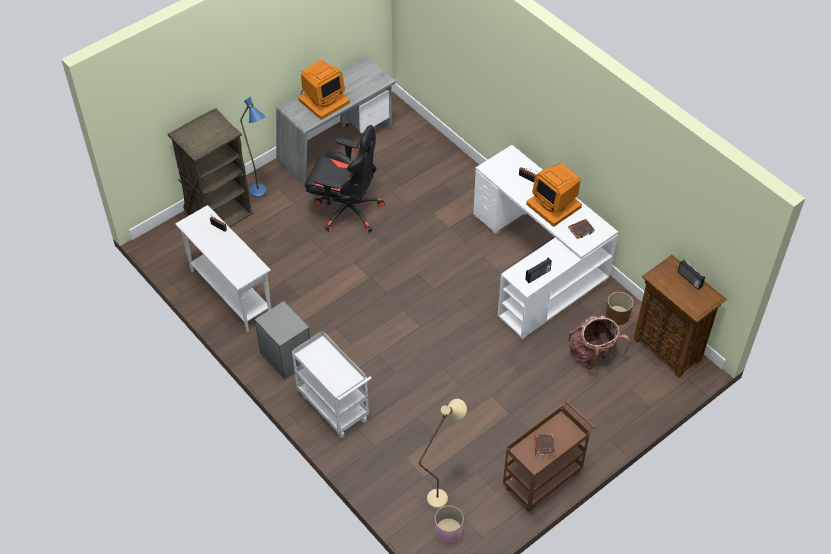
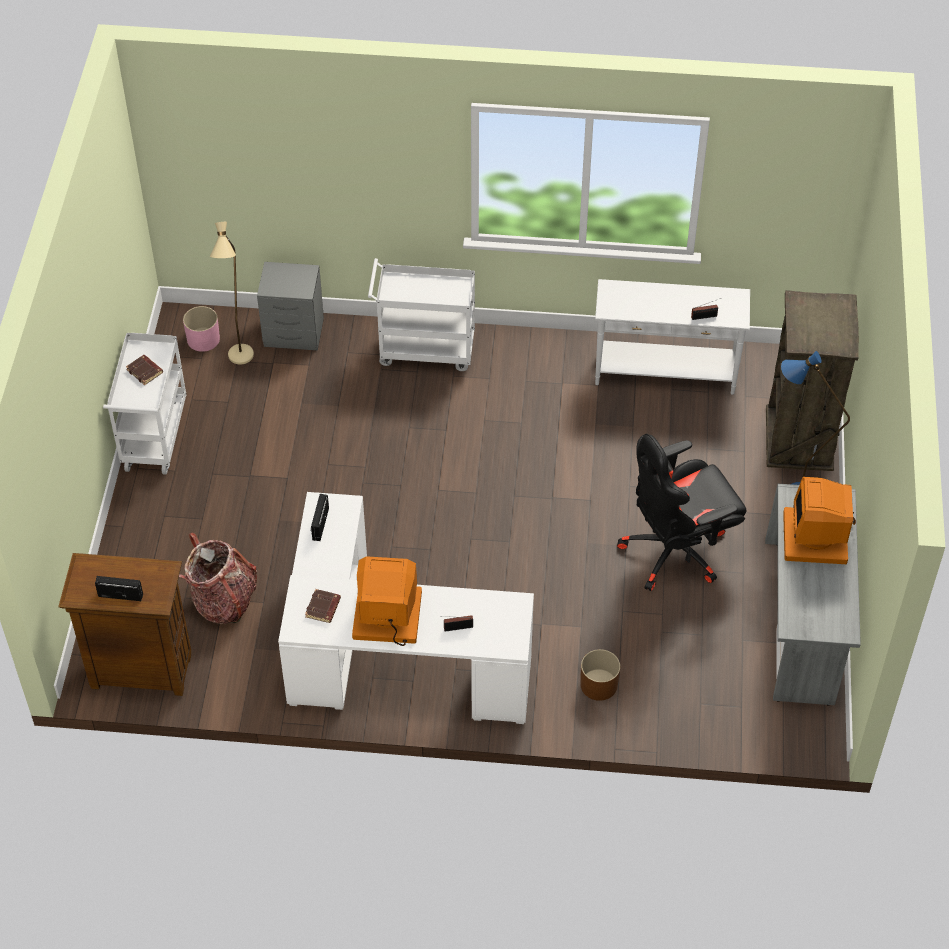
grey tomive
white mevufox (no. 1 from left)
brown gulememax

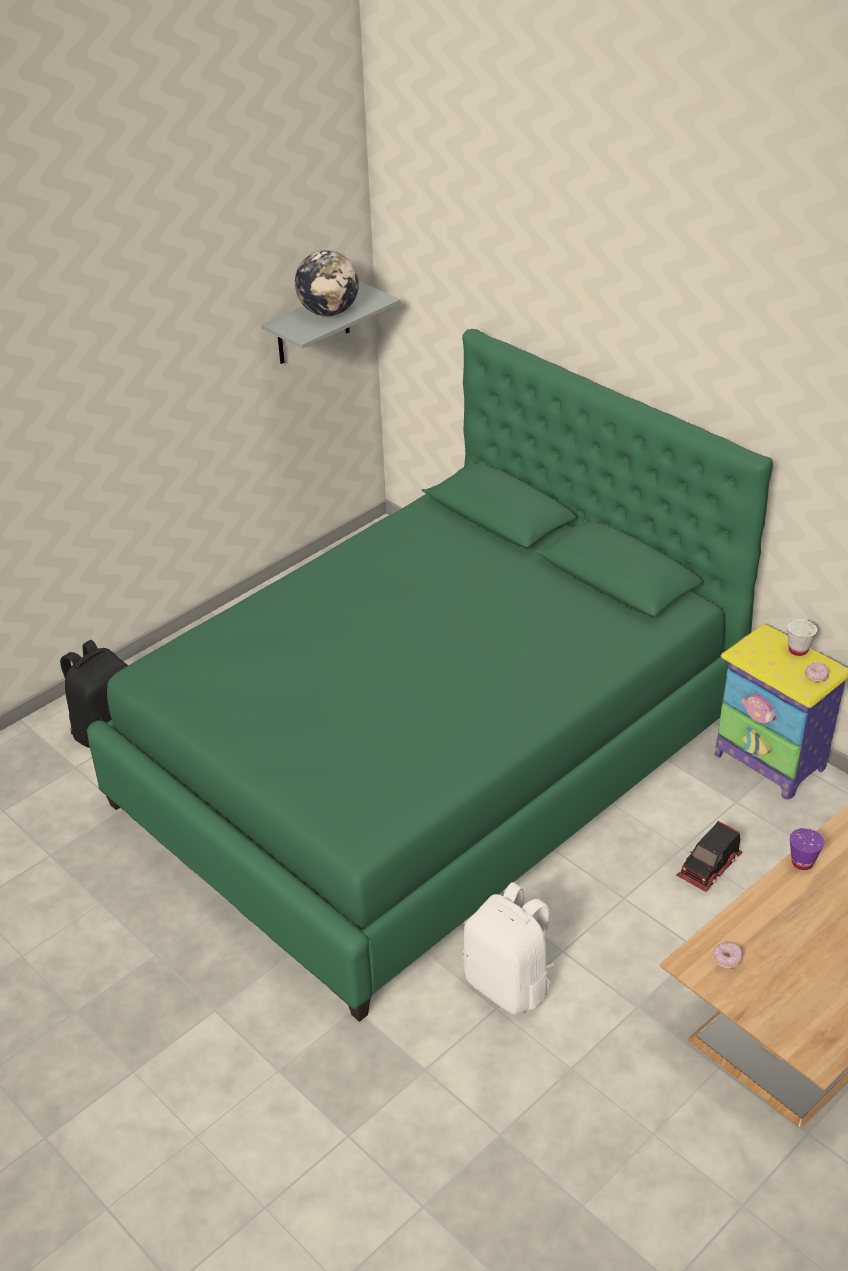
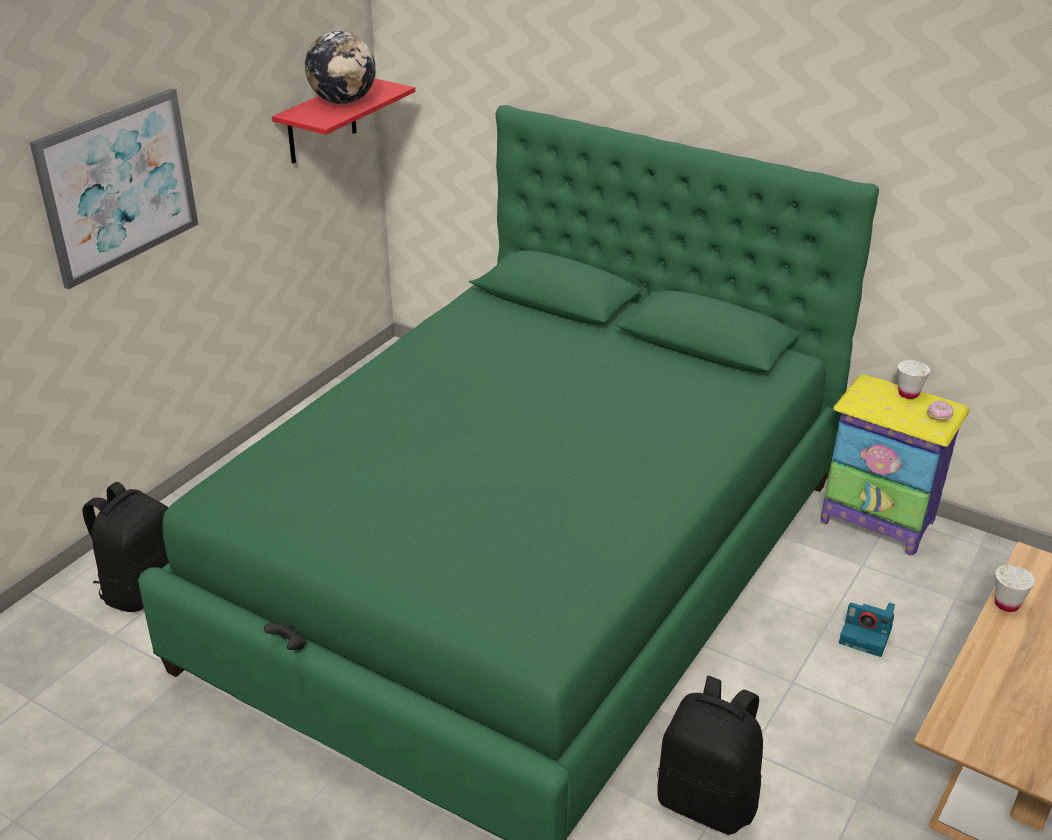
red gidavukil
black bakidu (no. 2 from left)
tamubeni
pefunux (no. 1 from left in the first image)
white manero (no. 2 from left)
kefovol
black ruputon

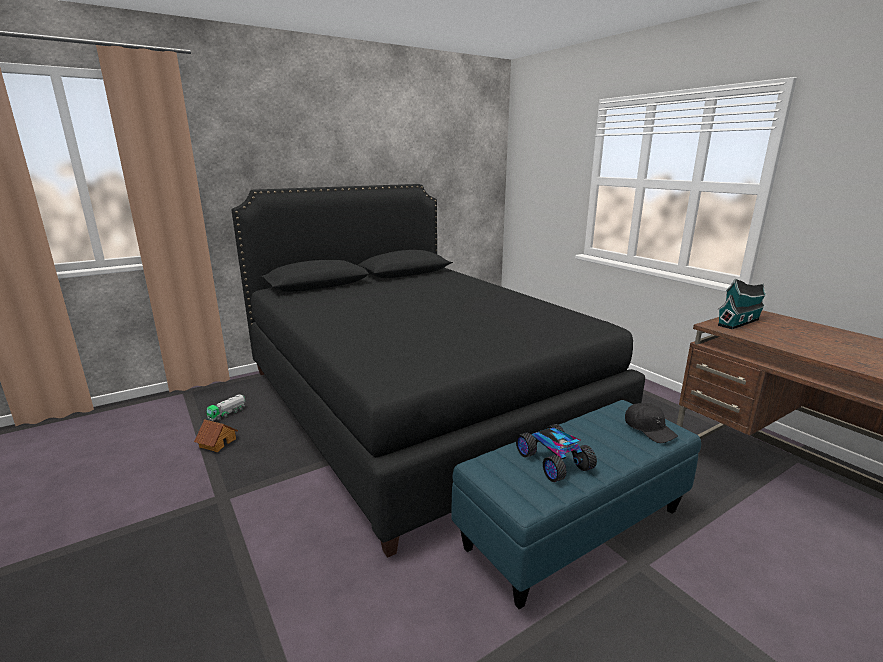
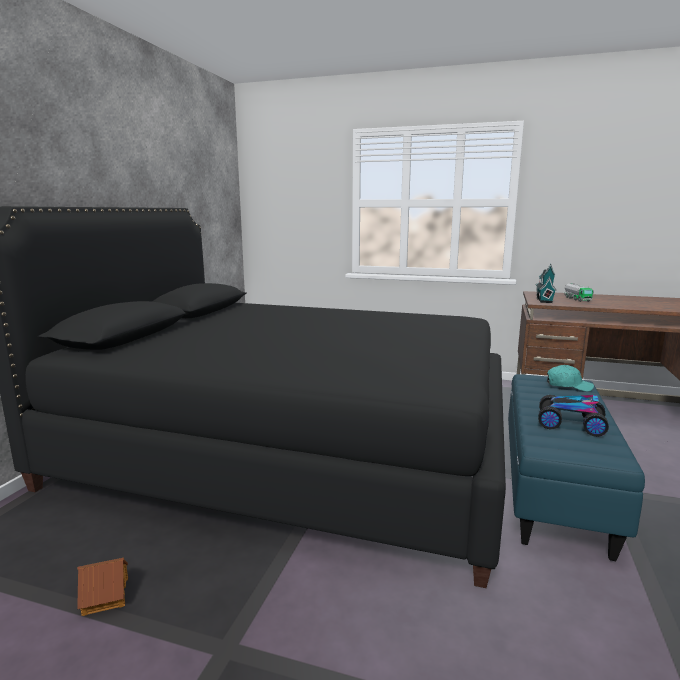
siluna
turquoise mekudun

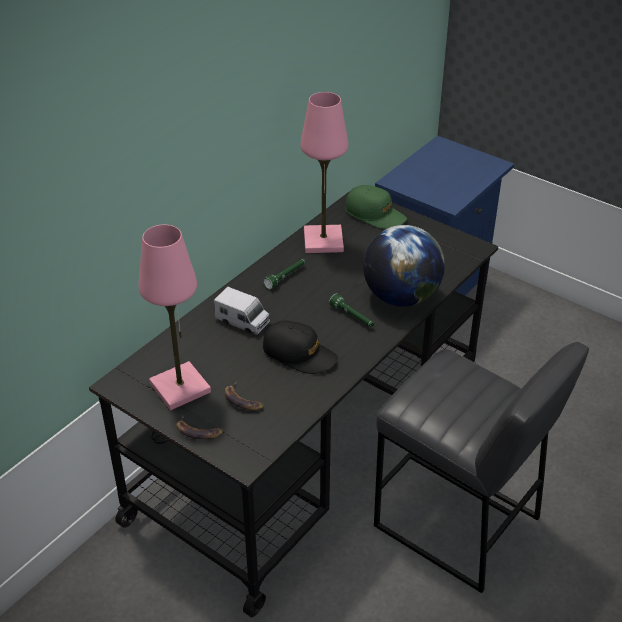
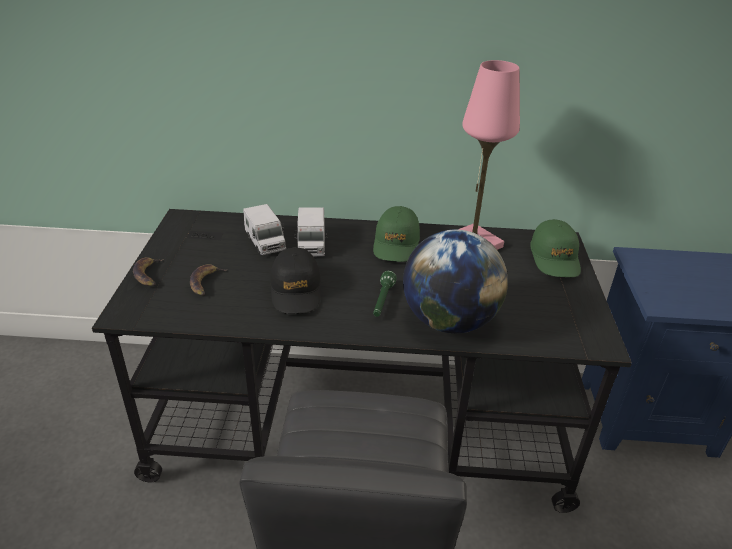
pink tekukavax (no. 1 from left in the first image)
green mekudun (no. 1 from left)
siluna (no. 1 from left)

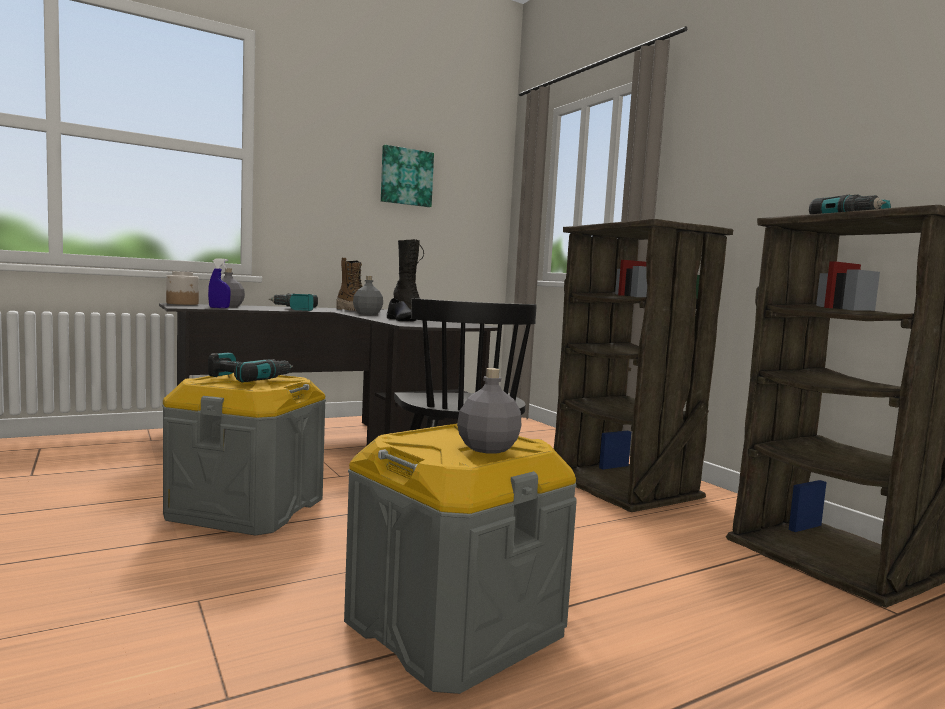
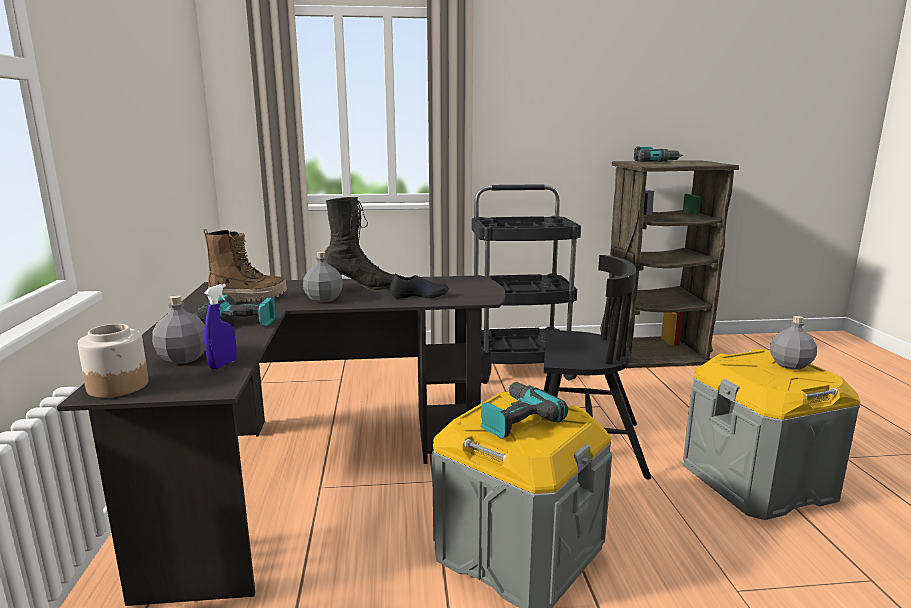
kefovol
black mevufox

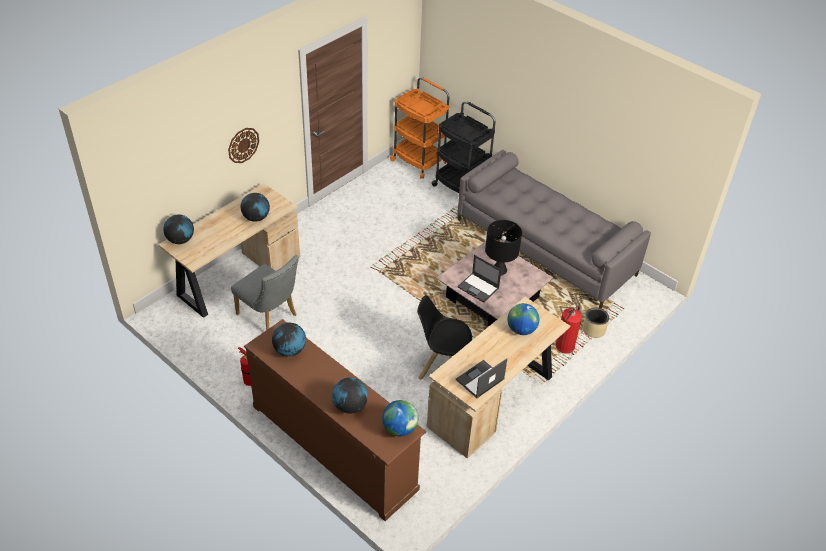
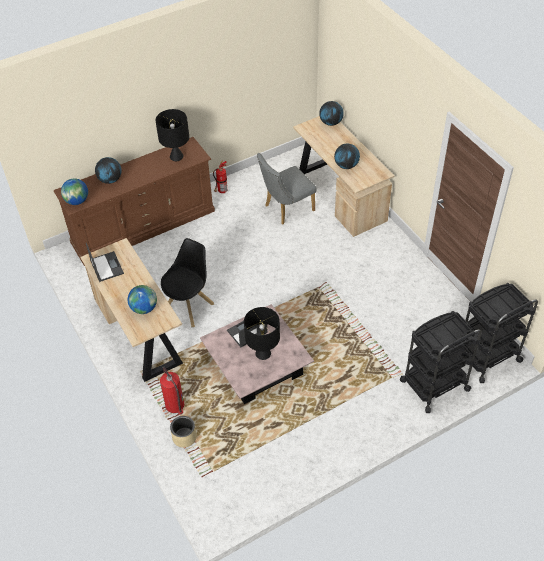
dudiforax
black tekukavax (no. 1 from left)
black mevufox (no. 2 from left)
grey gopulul

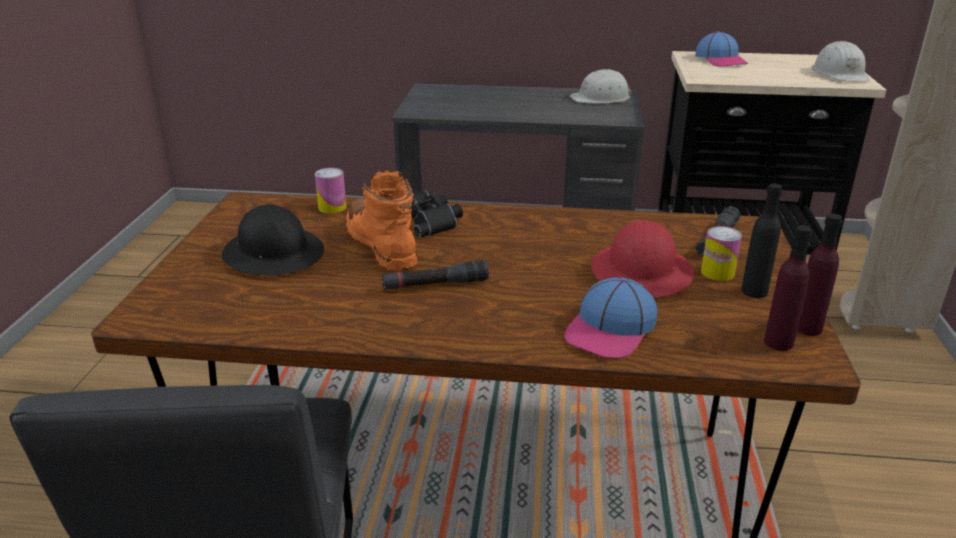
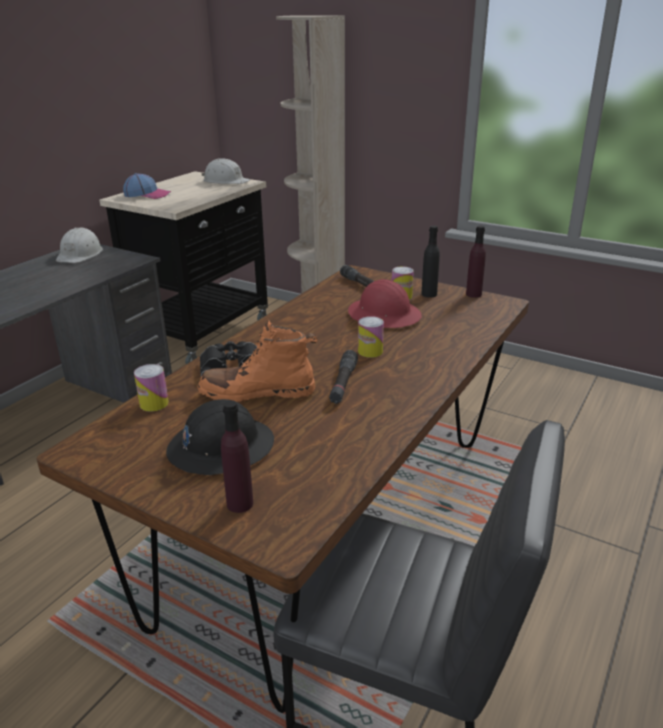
mekudun (no. 1 from left in the first image)
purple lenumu (no. 1 from left)
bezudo (no. 2 from left)

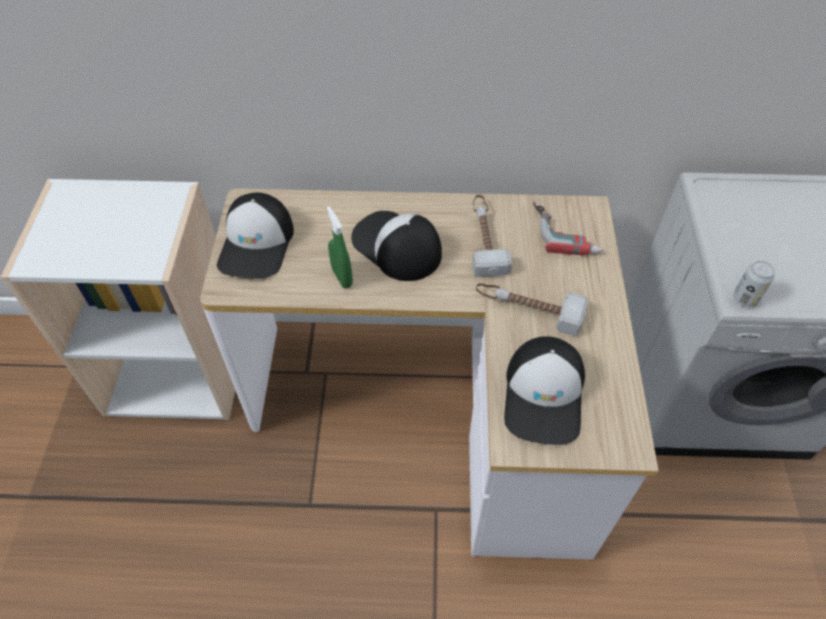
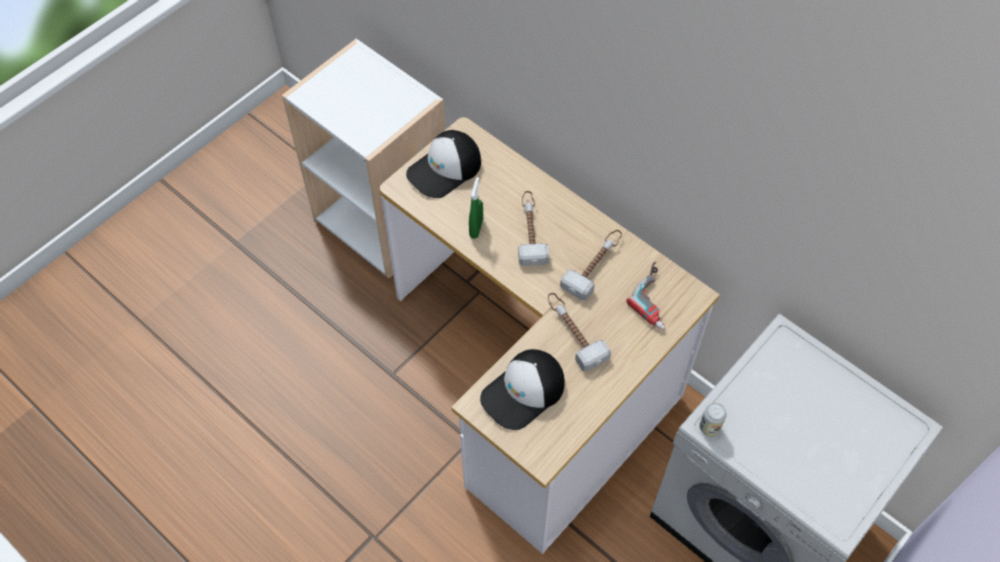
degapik (no. 1 from left)

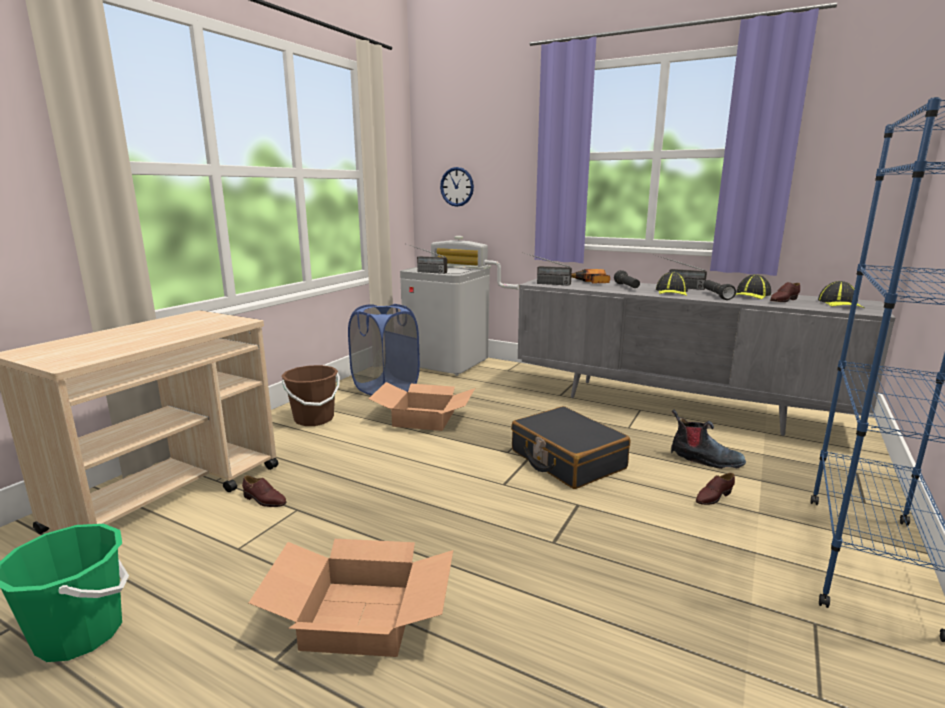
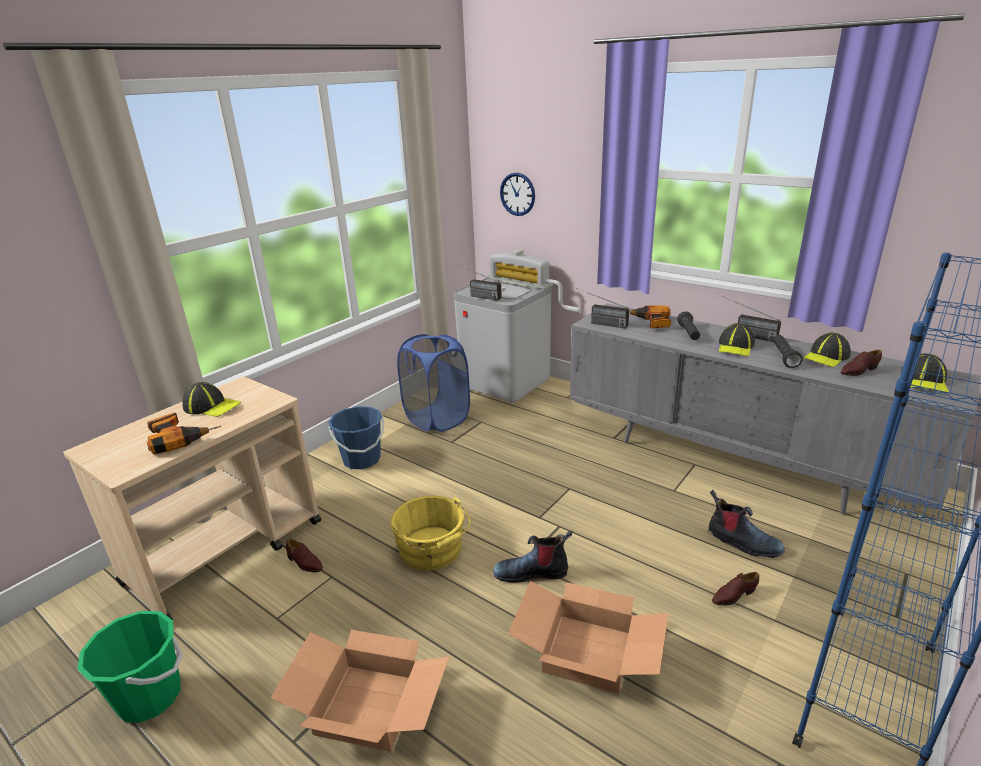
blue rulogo
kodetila (no. 2 from left)
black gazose
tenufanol (no. 1 from left)
mekudun (no. 1 from left)
yellow rulogo
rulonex (no. 1 from left)

